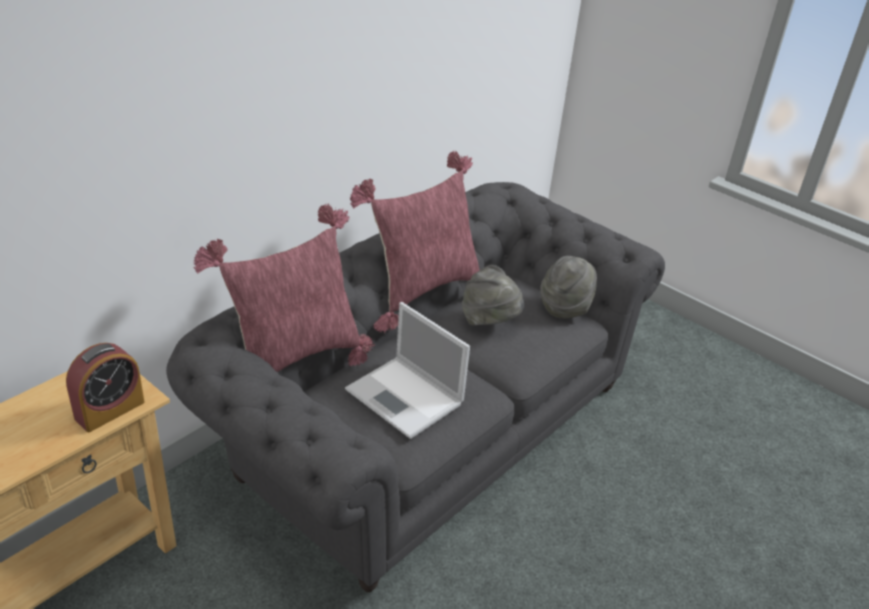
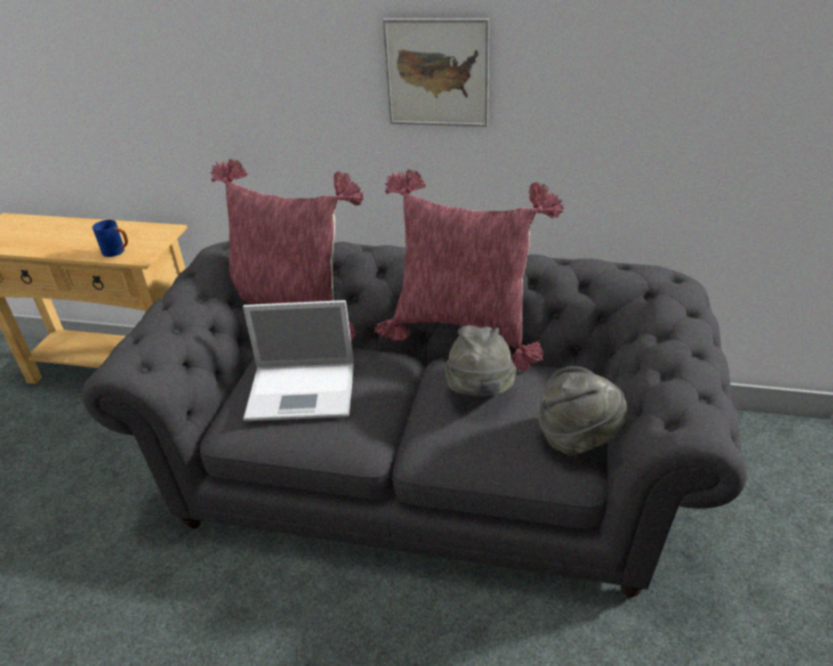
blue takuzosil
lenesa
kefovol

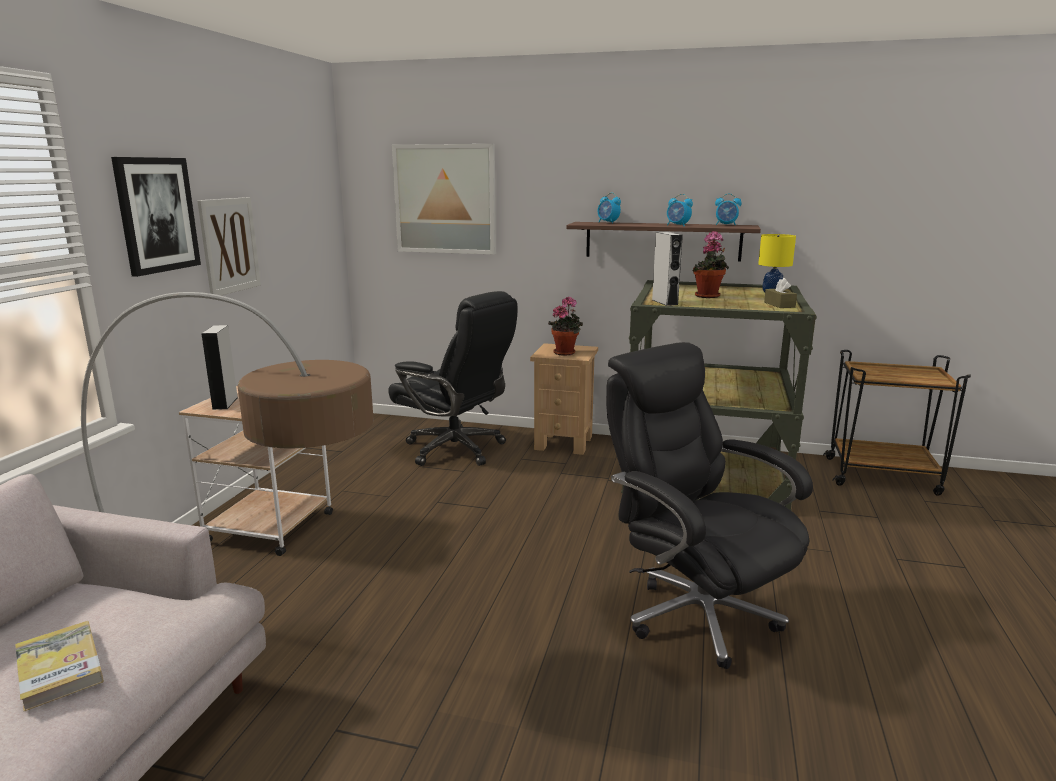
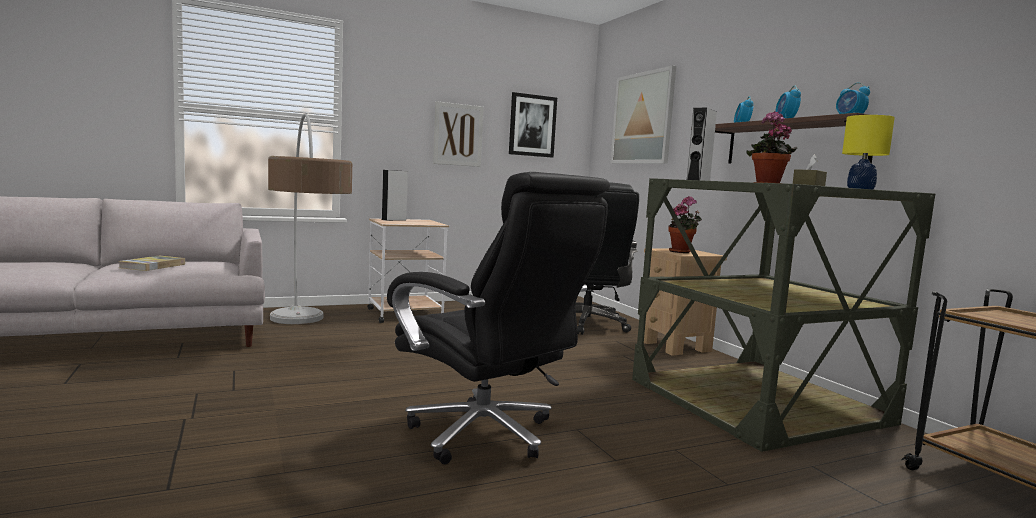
kefovol (no. 2 from left)
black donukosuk (no. 1 from left)

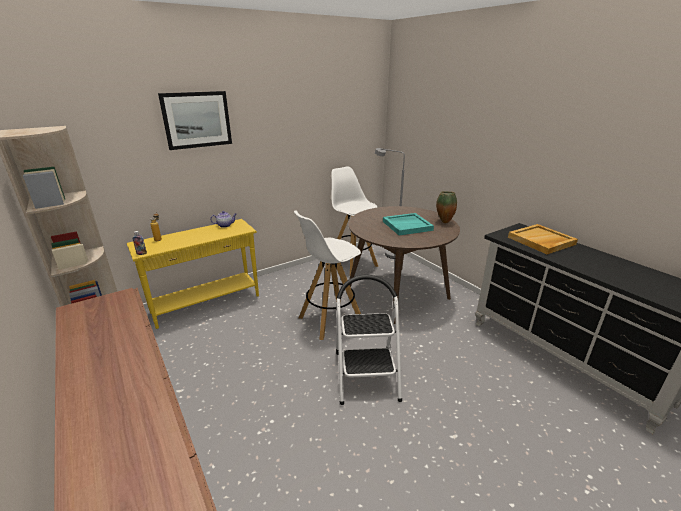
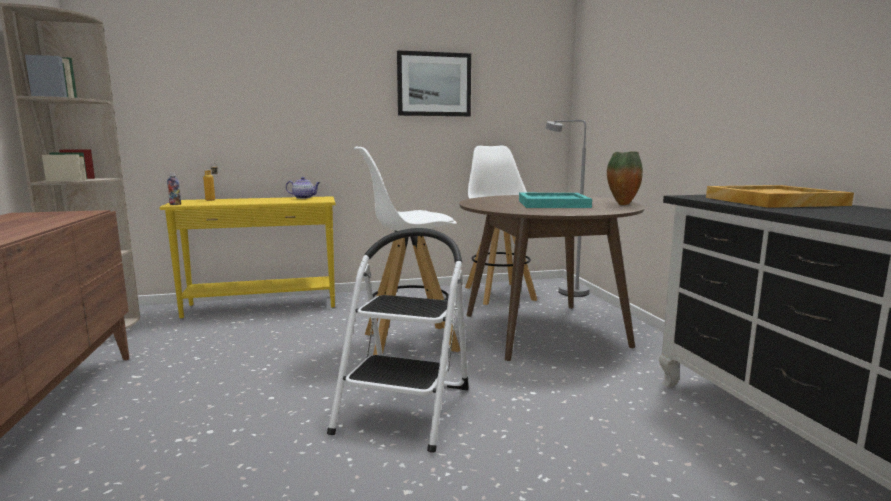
kefovol

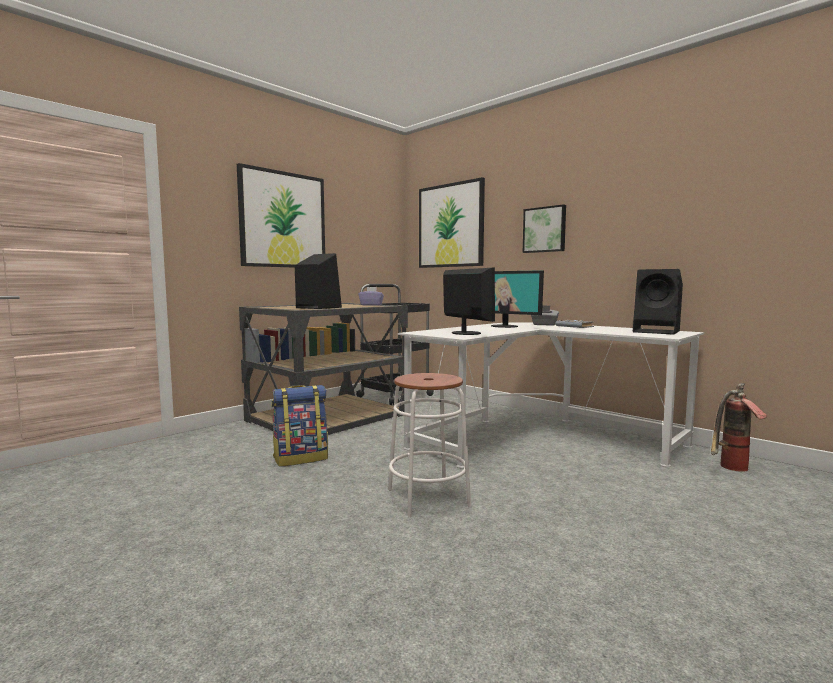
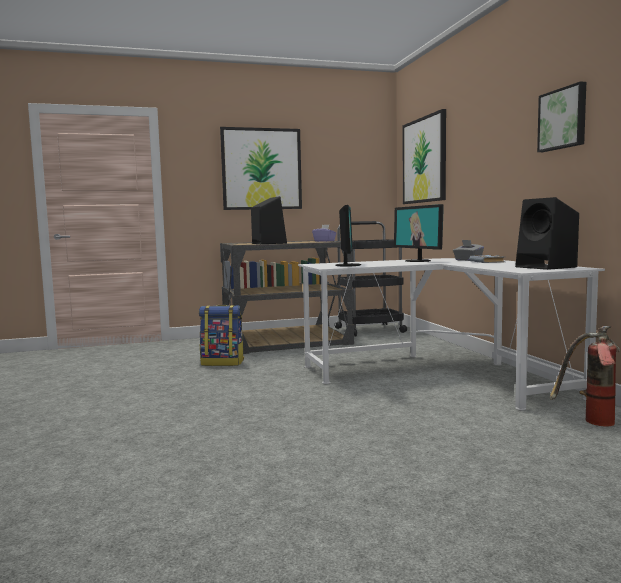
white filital
kefovol (no. 3 from left)

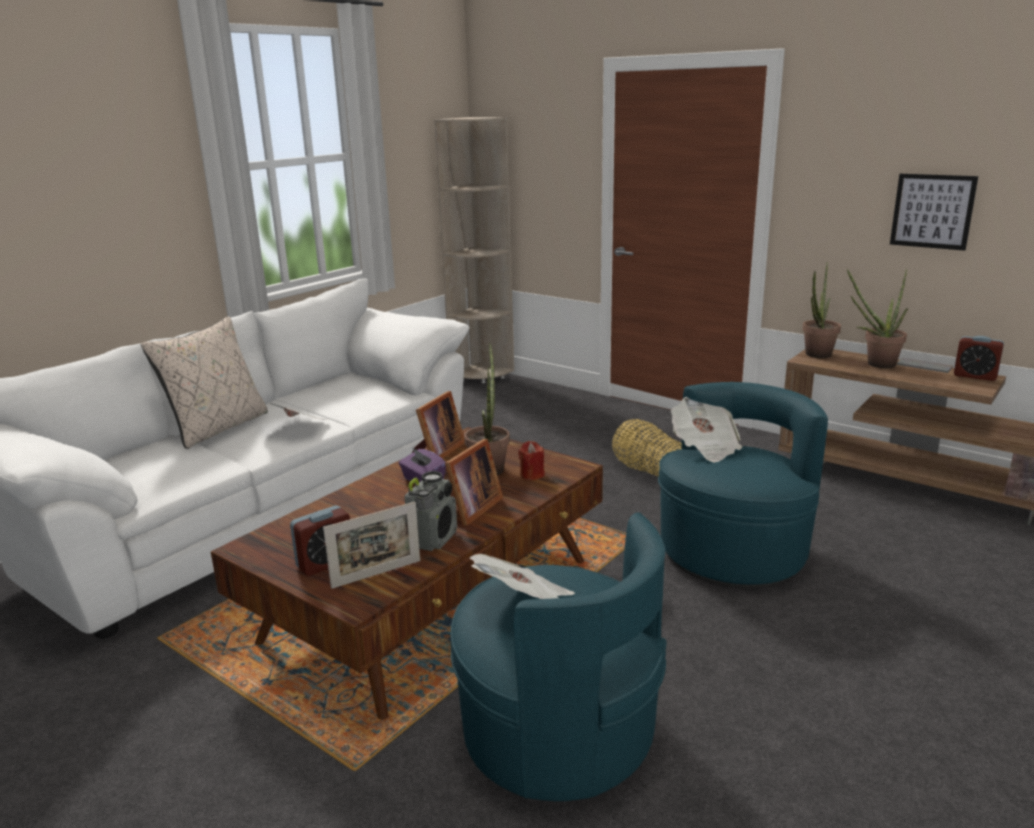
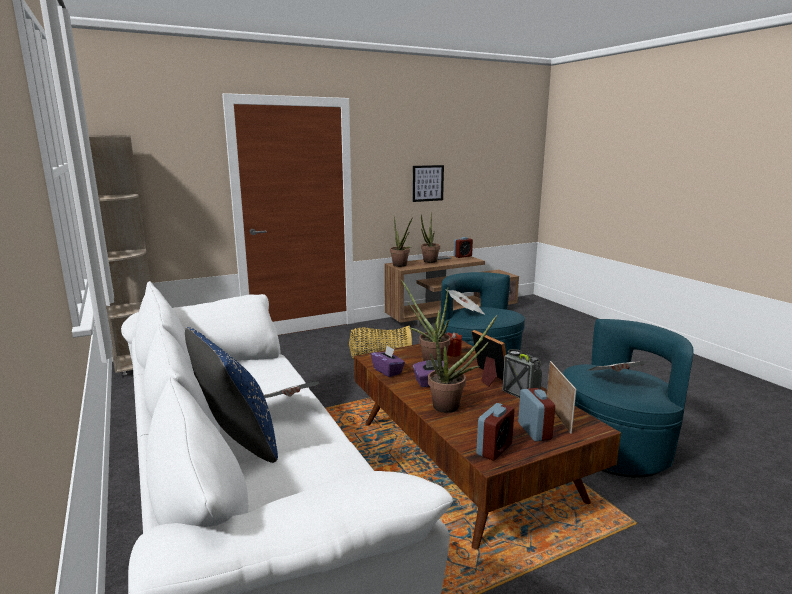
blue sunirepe
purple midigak (no. 1 from left)
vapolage (no. 4 from left)
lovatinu (no. 2 from left)

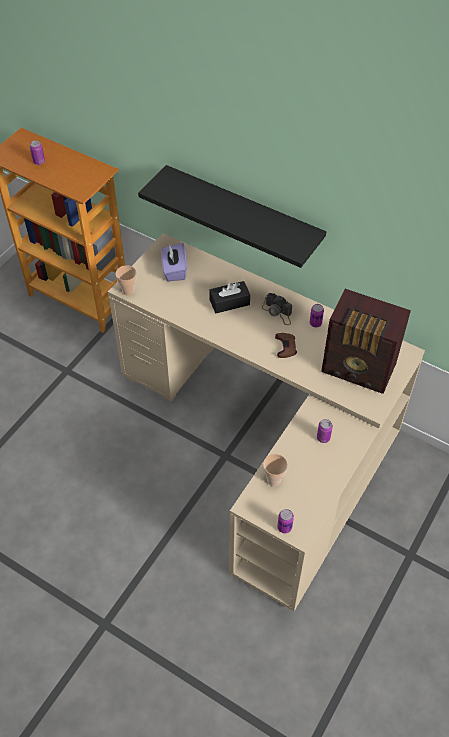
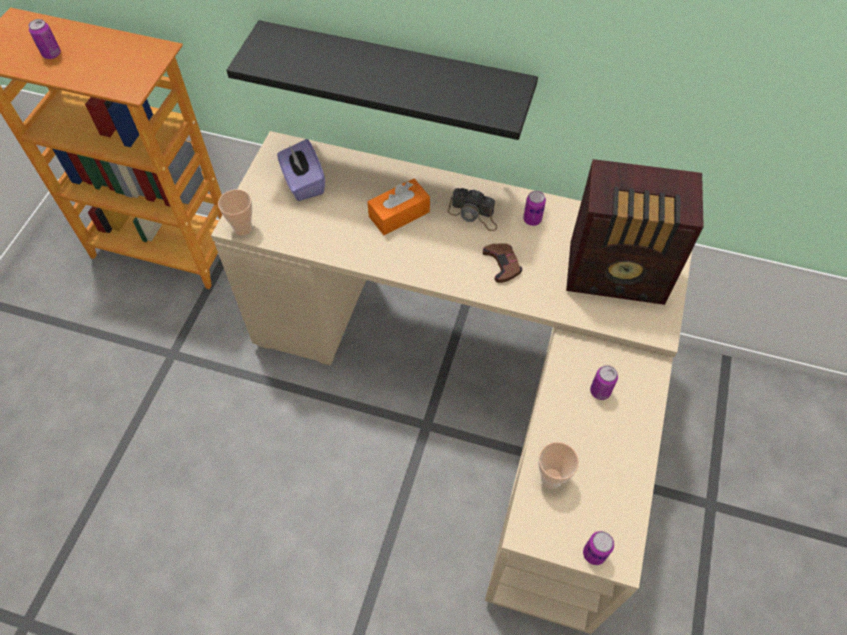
orange midigak

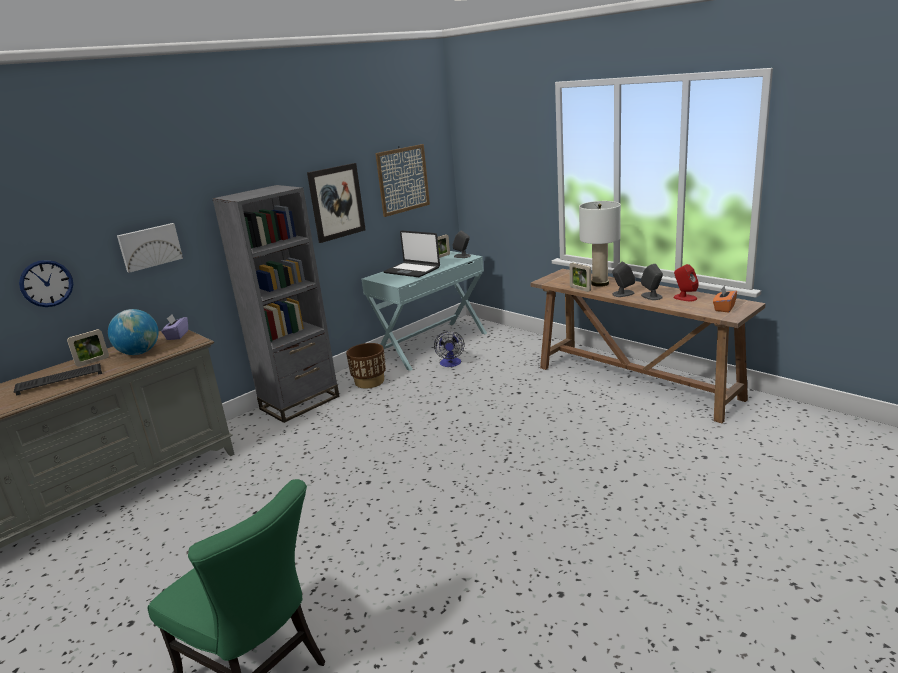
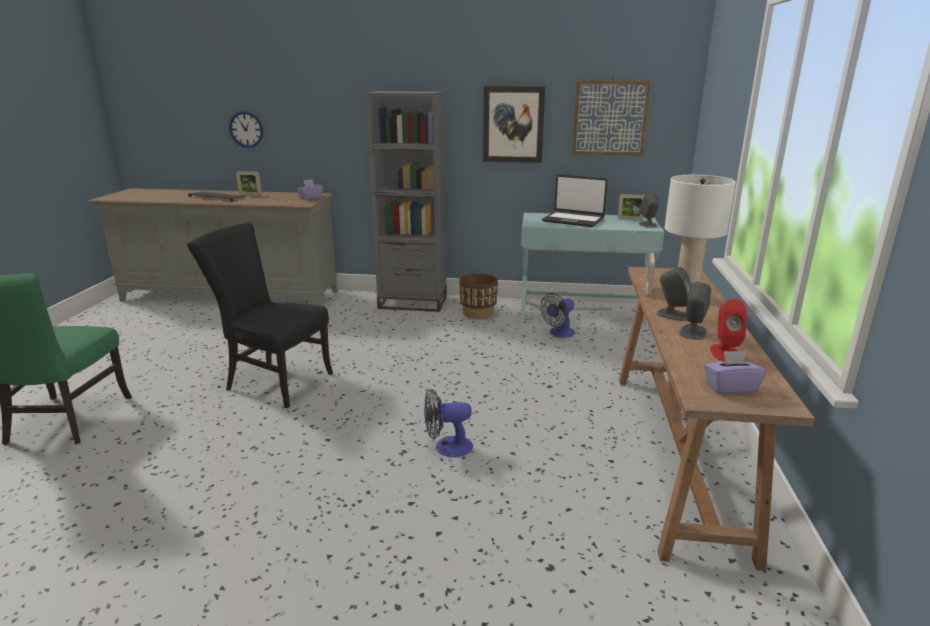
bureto
kefovol (no. 1 from left in the first image)
lenesa
purple midigak (no. 2 from left)
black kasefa
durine (no. 1 from left)

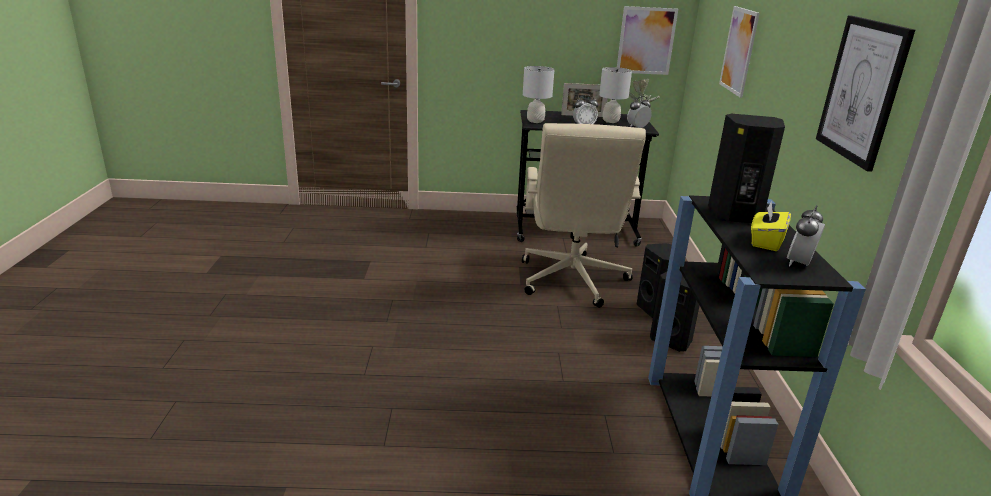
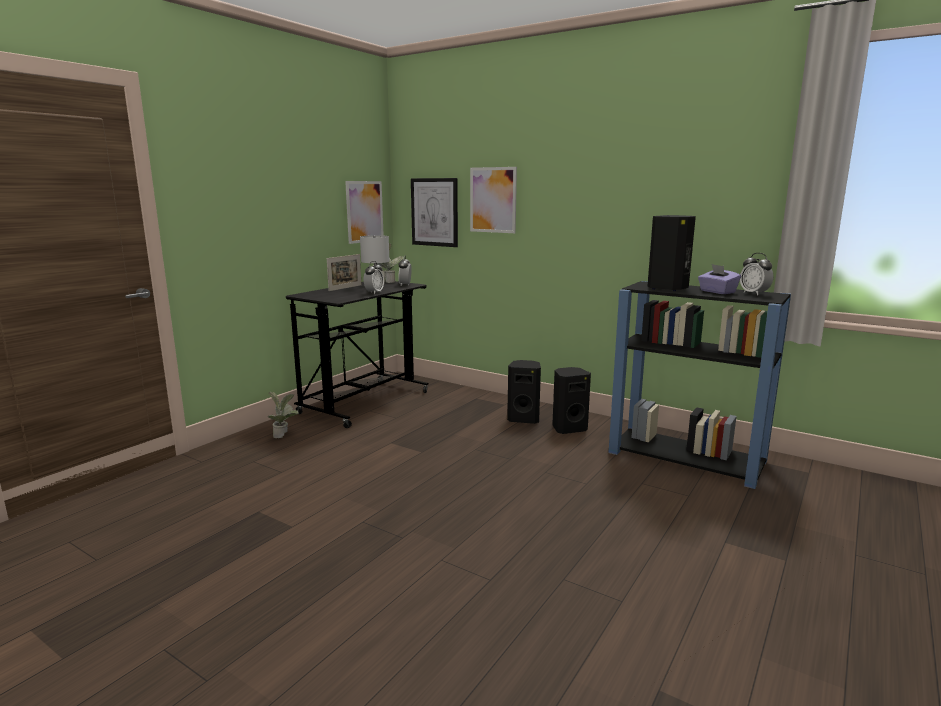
beige donukosuk
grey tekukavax (no. 1 from left in the first image)
purple midigak
kefovol (no. 2 from left)
vapolage (no. 1 from left)

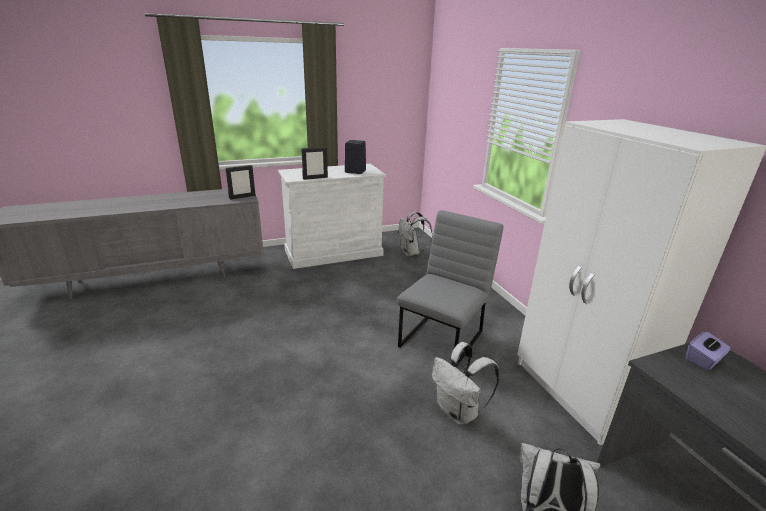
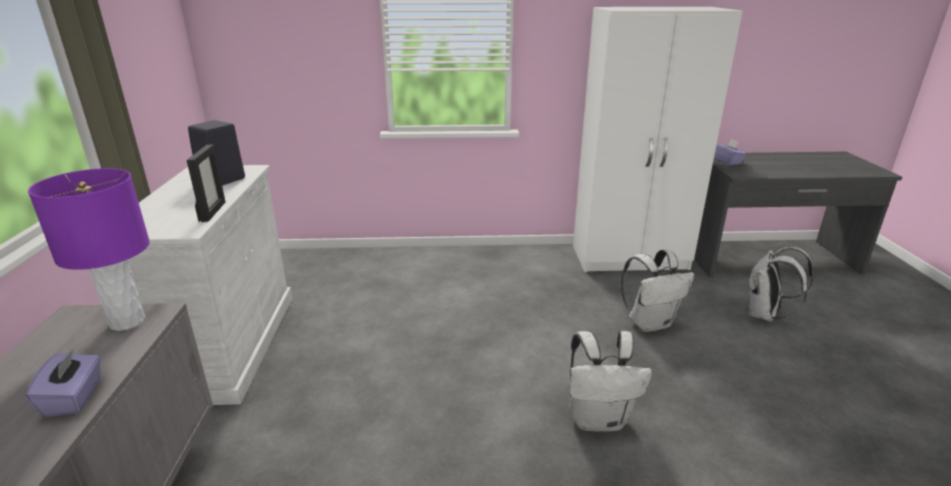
purple tekukavax
grey kasefa
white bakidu (no. 1 from left)
purple midigak (no. 1 from left)

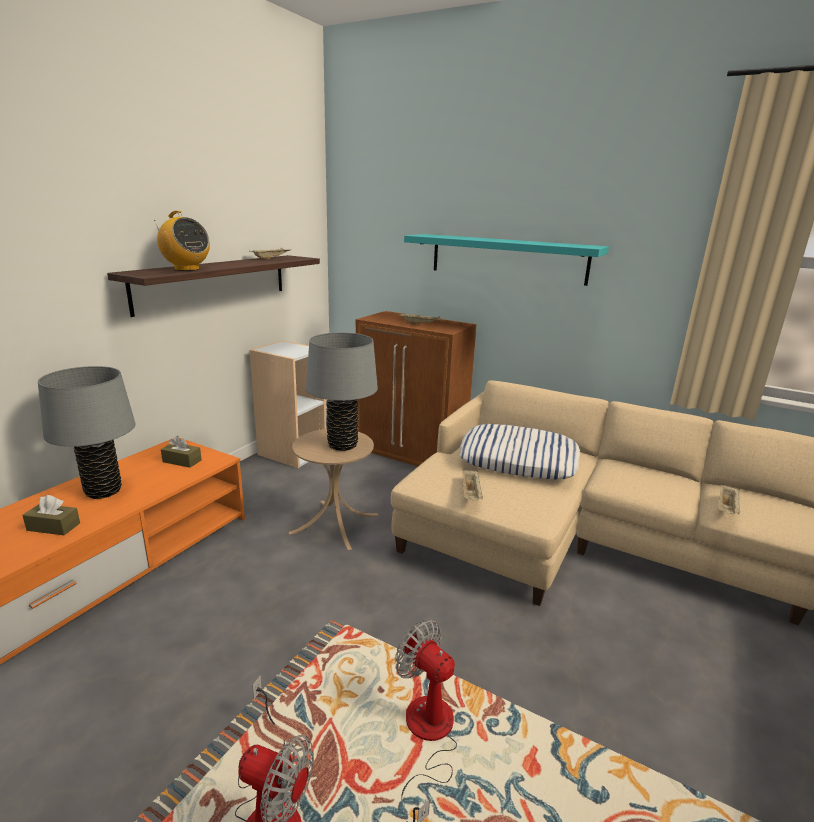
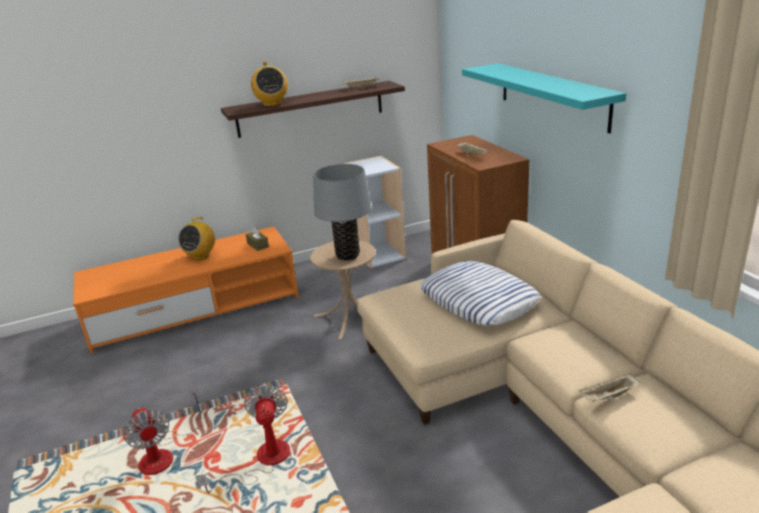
brown midigak (no. 1 from left in the first image)
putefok (no. 1 from left)
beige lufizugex (no. 3 from left in the first image)

